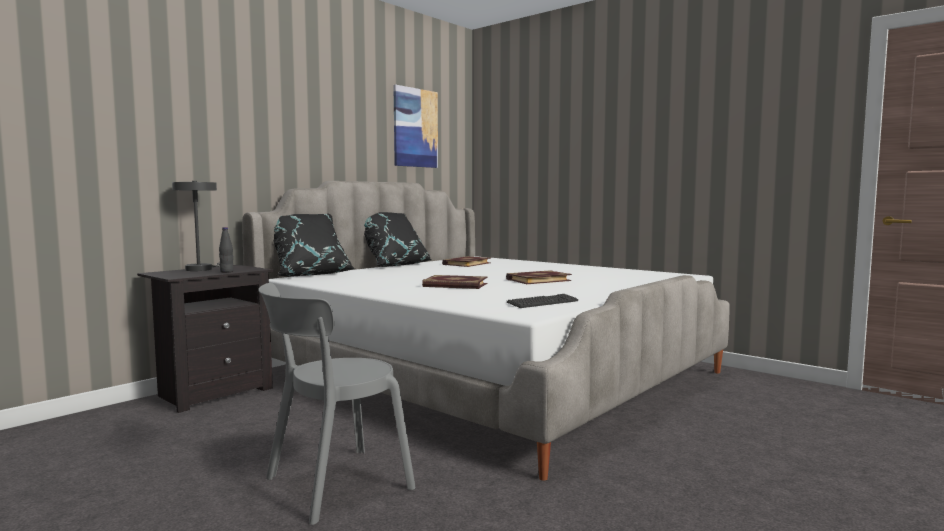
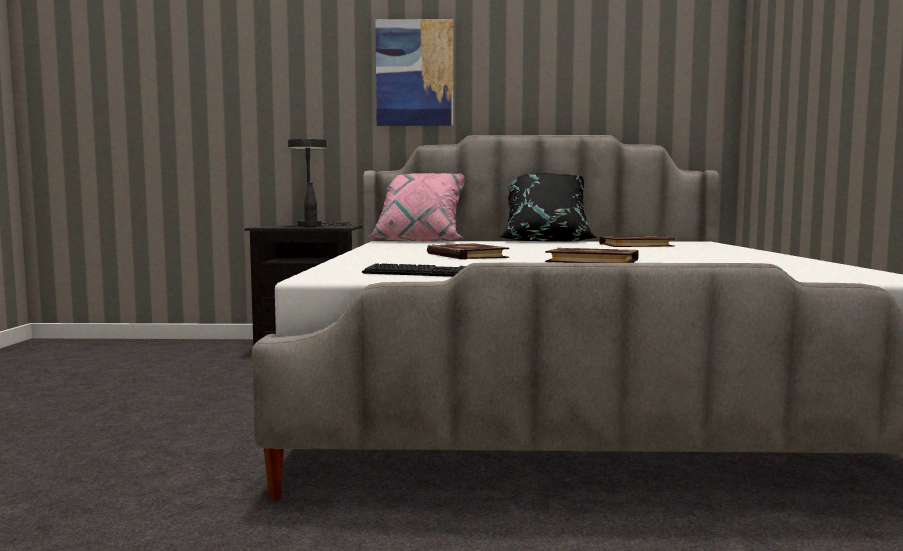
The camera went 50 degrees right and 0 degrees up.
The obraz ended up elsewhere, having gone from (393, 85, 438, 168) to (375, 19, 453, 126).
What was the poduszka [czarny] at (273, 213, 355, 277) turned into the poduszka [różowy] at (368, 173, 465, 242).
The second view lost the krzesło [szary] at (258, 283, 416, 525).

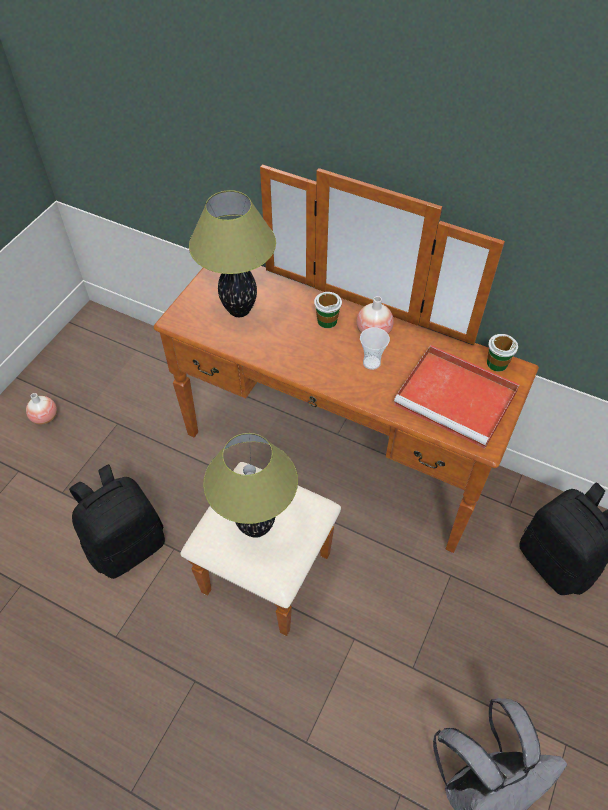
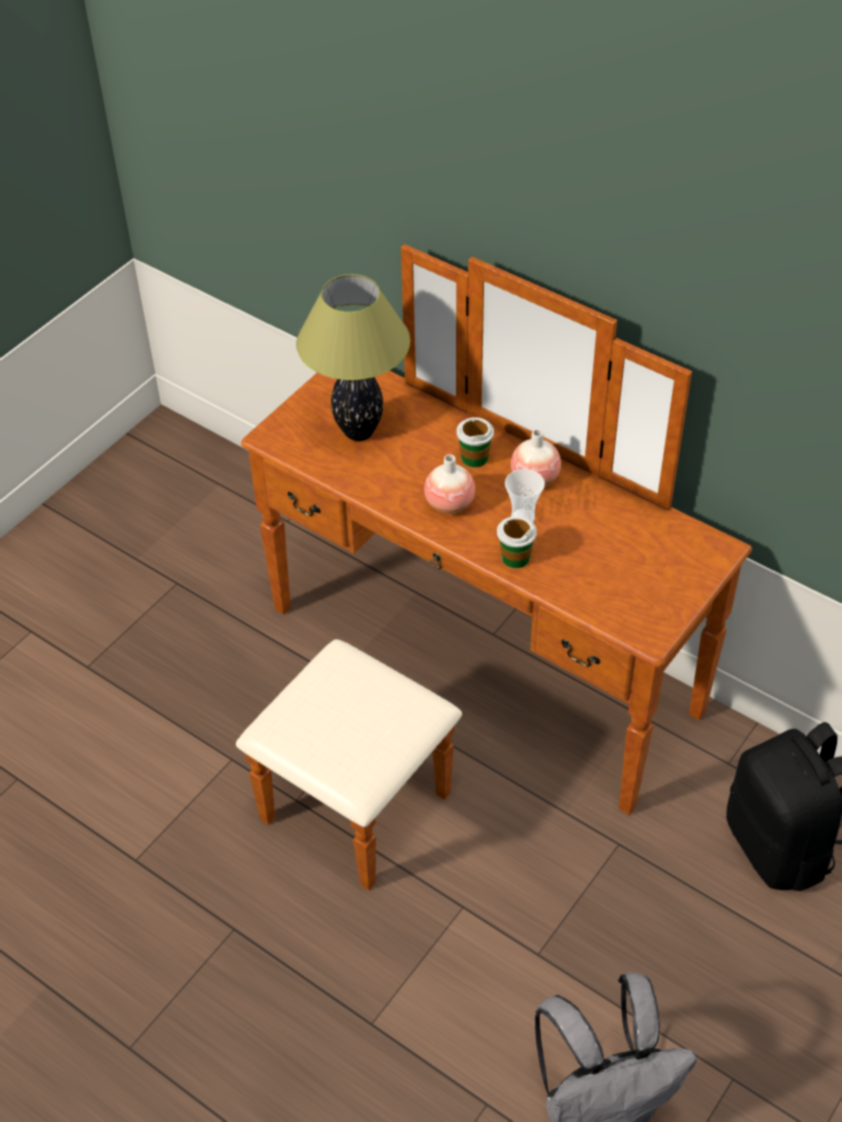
The camera went 10 degrees right and 5 degrees down.
The filiżanka ended up elsewhere, having gone from (487, 334, 518, 372) to (497, 516, 537, 568).
The second view lost the taca [czerwony] at (394, 345, 520, 449).
The wazon ended up elsewhere, having gone from (26, 393, 57, 425) to (424, 454, 475, 514).
The second view lost the lampa stołowa at (203, 433, 298, 538).
The second view lost the plecak [czarny] at (69, 464, 165, 579).

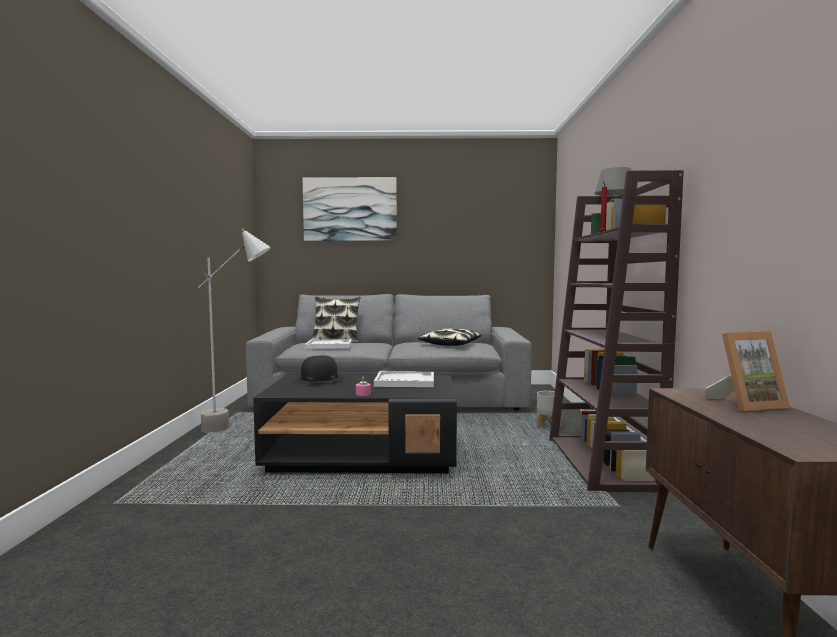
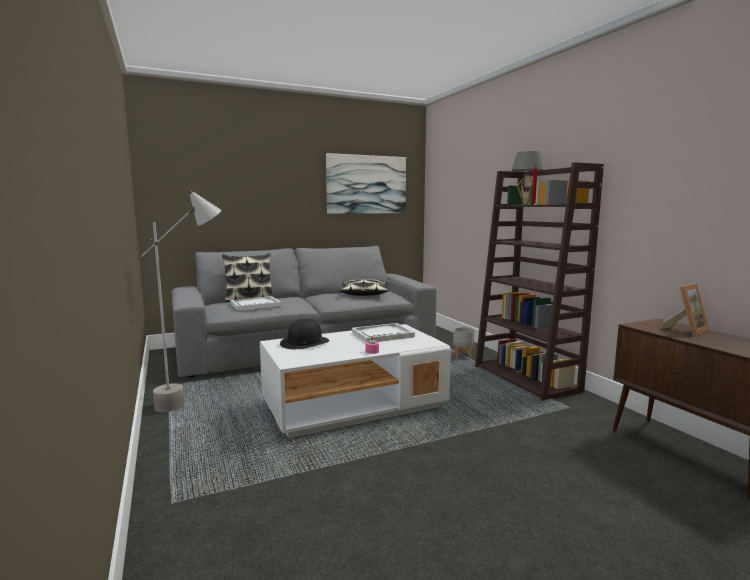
The camera went 25 degrees left and 5 degrees up.
The obraz ended up elsewhere, having gone from (303, 177, 397, 241) to (326, 153, 406, 214).
What was the ława [czarny] at (253, 375, 457, 474) turned into the ława [biały] at (260, 324, 451, 438).

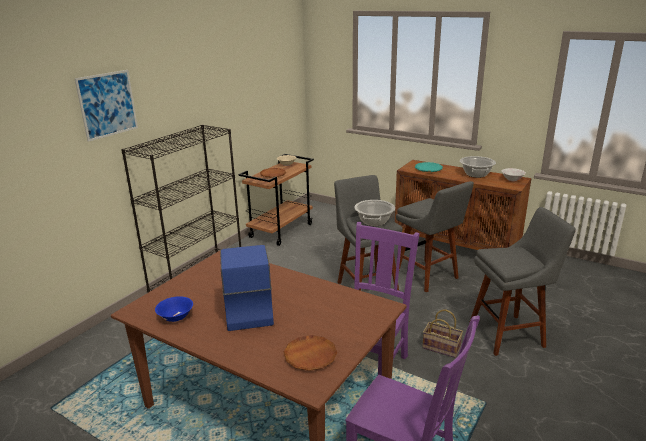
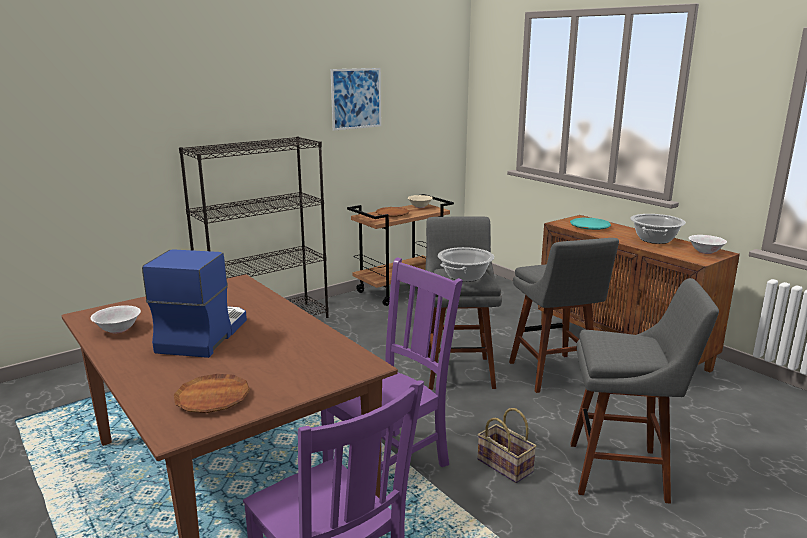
The camera went 20 degrees right and 5 degrees down.
The obraz ended up elsewhere, having gone from (74, 70, 138, 142) to (331, 68, 381, 131).
What was the miska [niebieski] at (155, 296, 193, 322) turned into the miska [biały] at (91, 305, 141, 333).

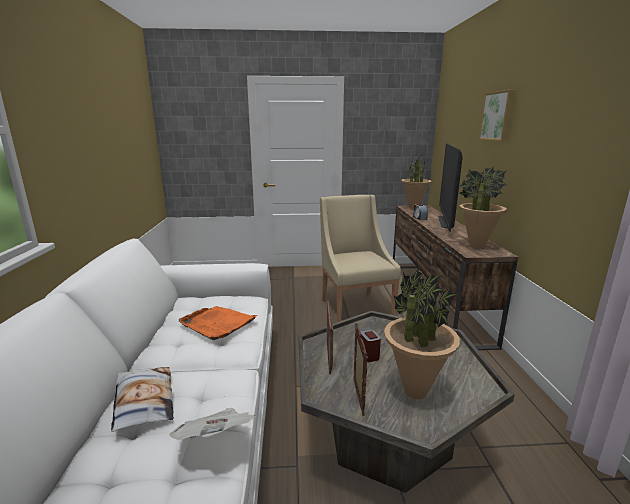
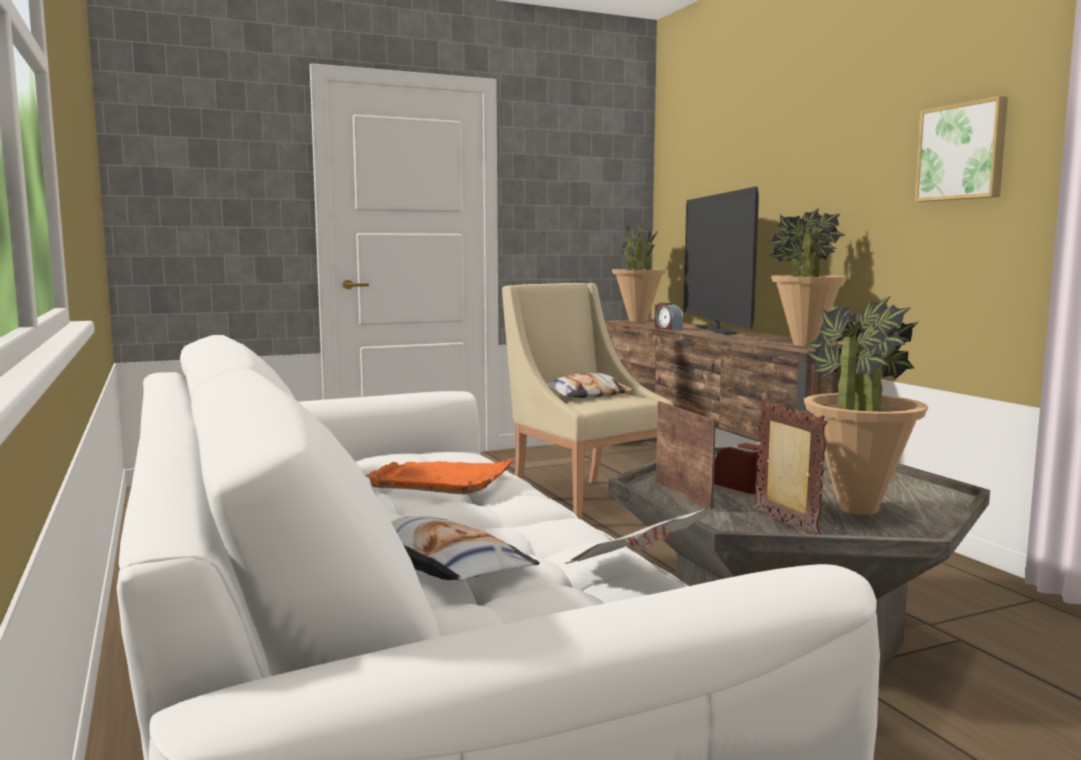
The camera went 20 degrees left and 10 degrees down.
The obraz ended up elsewhere, having gone from (479, 90, 515, 141) to (915, 96, 1008, 202).
The second view gained the poduszka at (546, 373, 634, 398).

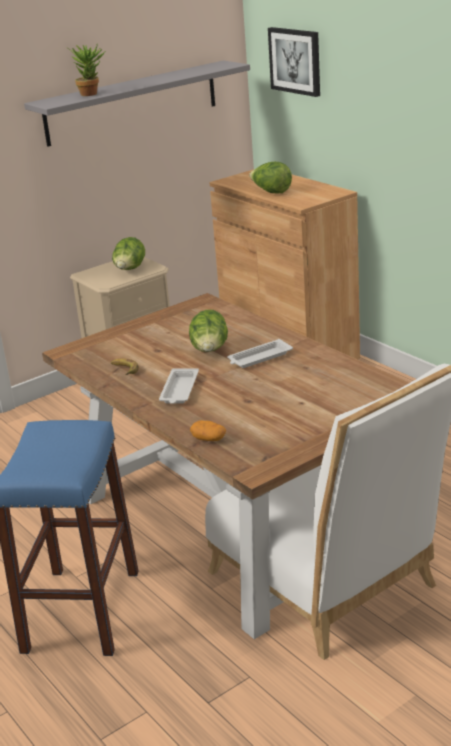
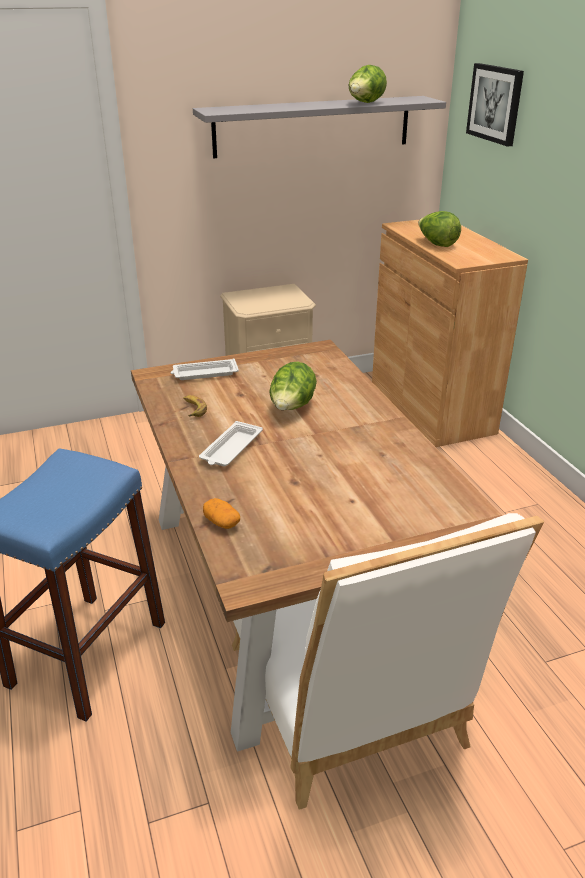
The camera went 15 degrees right and 5 degrees up.
The second view lost the roślina doniczkowa at (68, 43, 105, 96).
The sałata ended up elsewhere, having gone from (112, 237, 145, 270) to (348, 65, 387, 103).
The taca [biały] ended up elsewhere, having gone from (227, 339, 293, 368) to (171, 358, 239, 380).

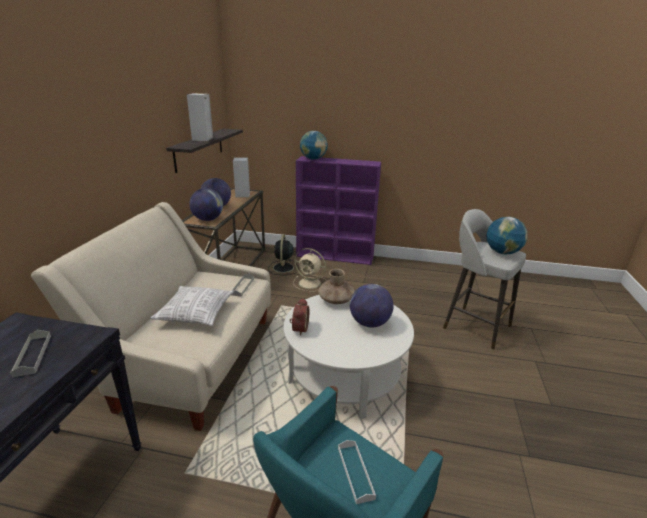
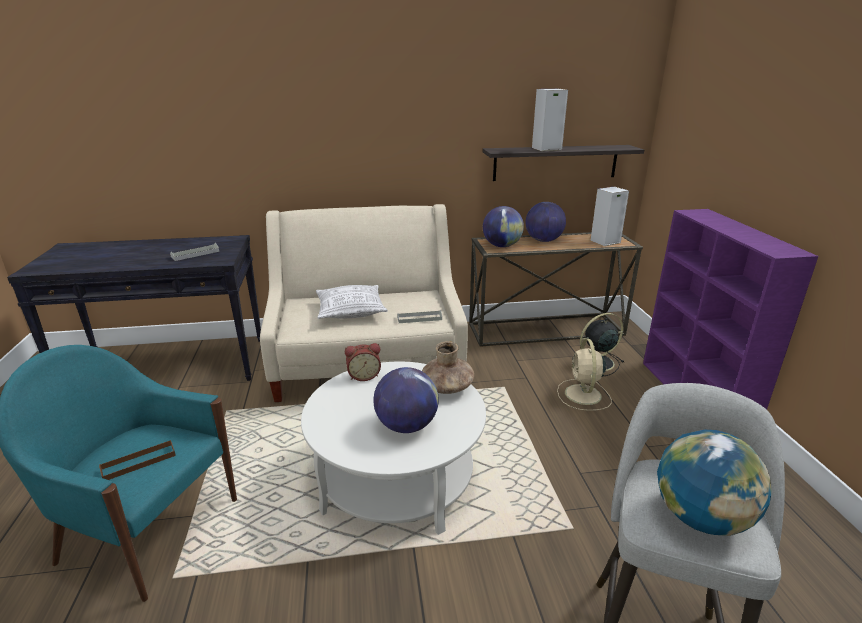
The camera went 70 degrees right and 0 degrees up.
The second view lost the globus at (300, 131, 328, 160).
What was the taca [biały] at (338, 440, 376, 504) turned into the taca [brązowy] at (99, 440, 176, 480).

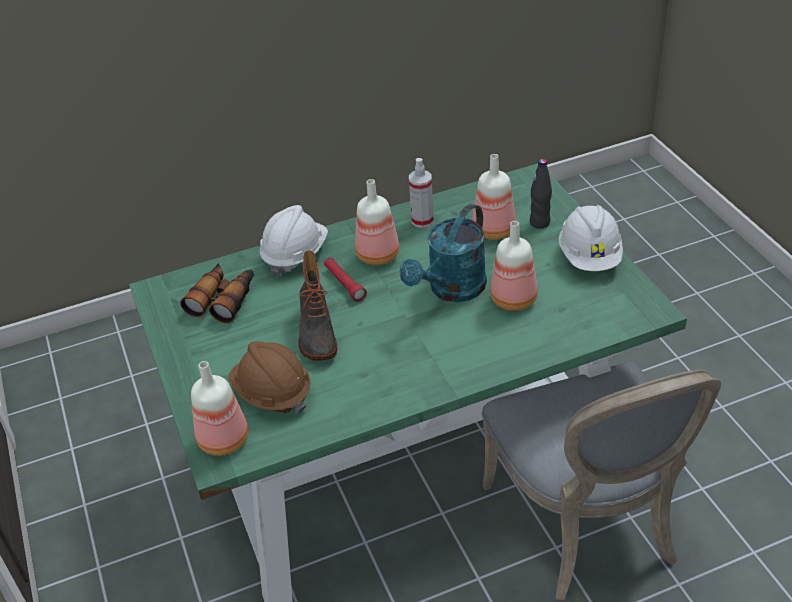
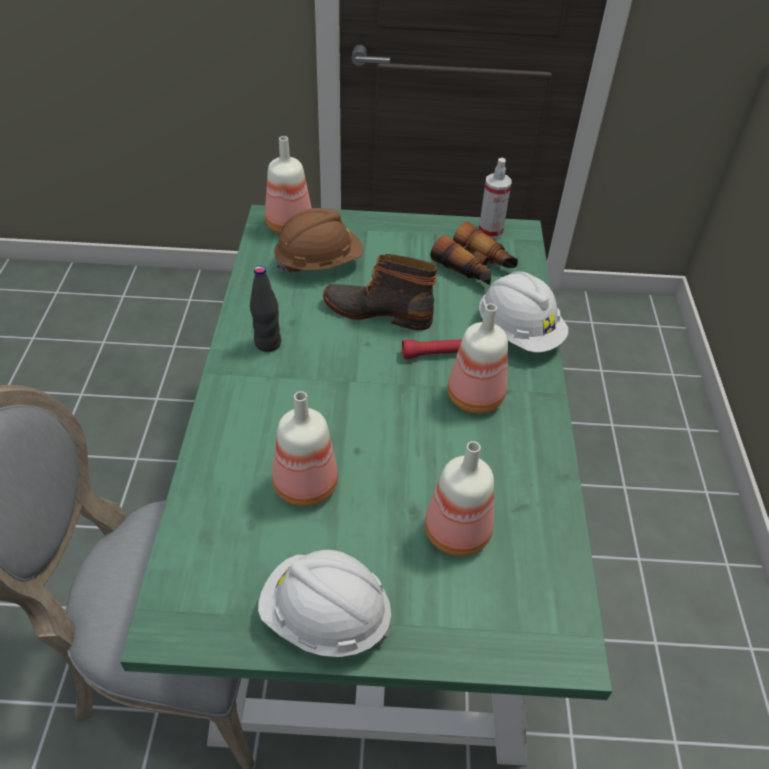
The camera went 110 degrees right and 5 degrees up.
The spryskiwacz ended up elsewhere, having gone from (409, 158, 434, 228) to (479, 158, 512, 239).
The butelka [czarny] ended up elsewhere, having gone from (530, 159, 552, 229) to (250, 266, 281, 352).
The second view lost the konewka [turkusowy] at (400, 204, 487, 302).

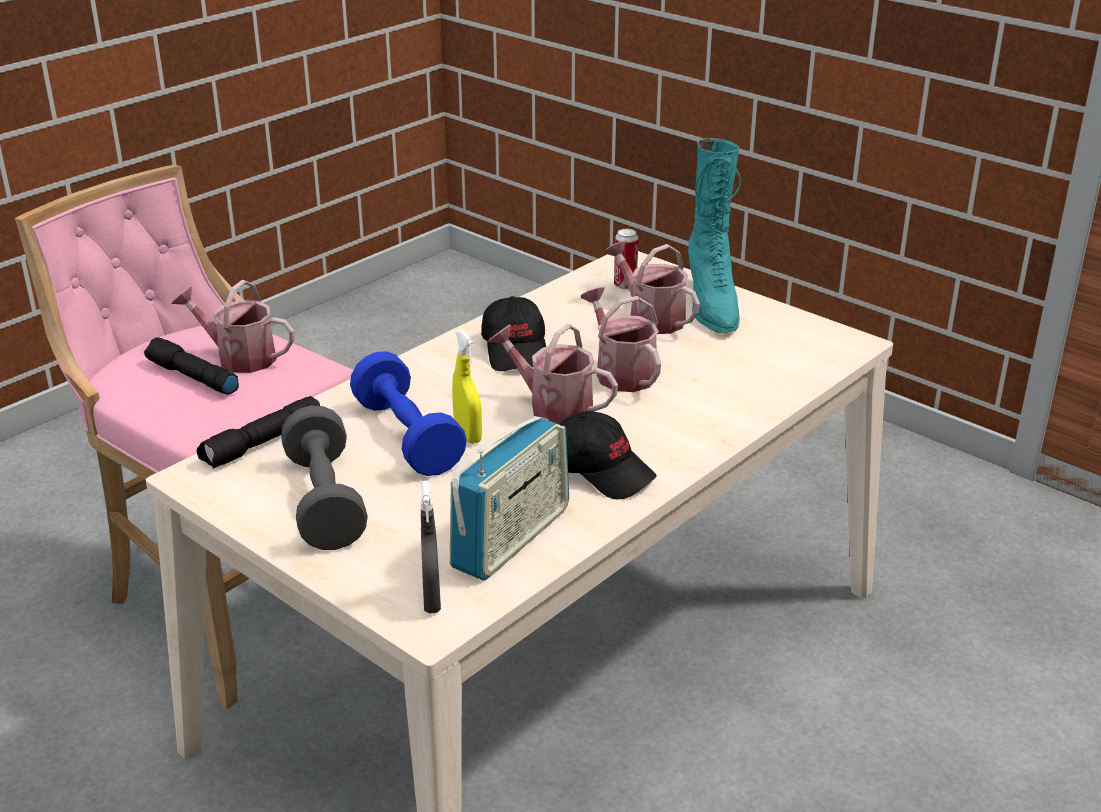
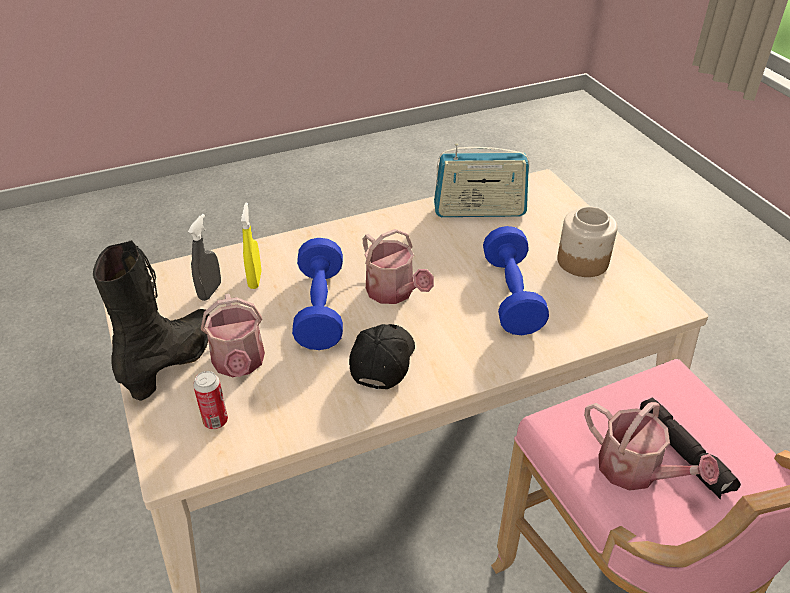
The camera went 155 degrees left and 10 degrees up.
What was the but z cholewką [turkusowy] at (688, 138, 741, 334) turned into the but z cholewką [czarny] at (93, 240, 209, 401).
Where the konewka stood at (581, 287, 661, 392), the hantel [niebieski] came to stand at (292, 238, 343, 350).
The spryskiwacz [żółty] ended up elsewhere, having gone from (452, 330, 482, 444) to (241, 202, 261, 289).
The second view lost the latarka [czarny] at (197, 396, 320, 468).
Where the hantel [szary] stood at (281, 406, 368, 550), the słoik came to stand at (557, 207, 618, 277).
The second view lost the czapka z daszkiem [czarny] at (559, 411, 657, 499).
The radio at (450, 416, 569, 580) ended up facing another way, 150 degrees counterclockwise from before.
The spryskiwacz [szary] ended up elsewhere, having gone from (420, 481, 441, 613) to (188, 214, 221, 301).

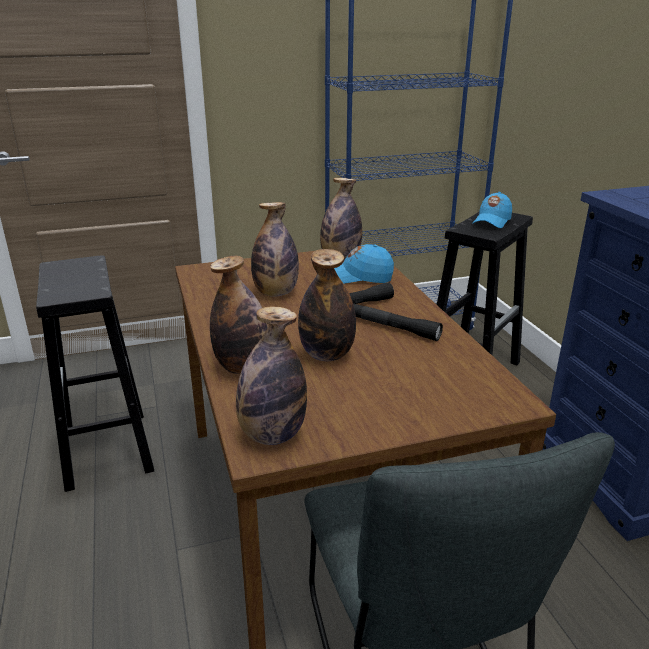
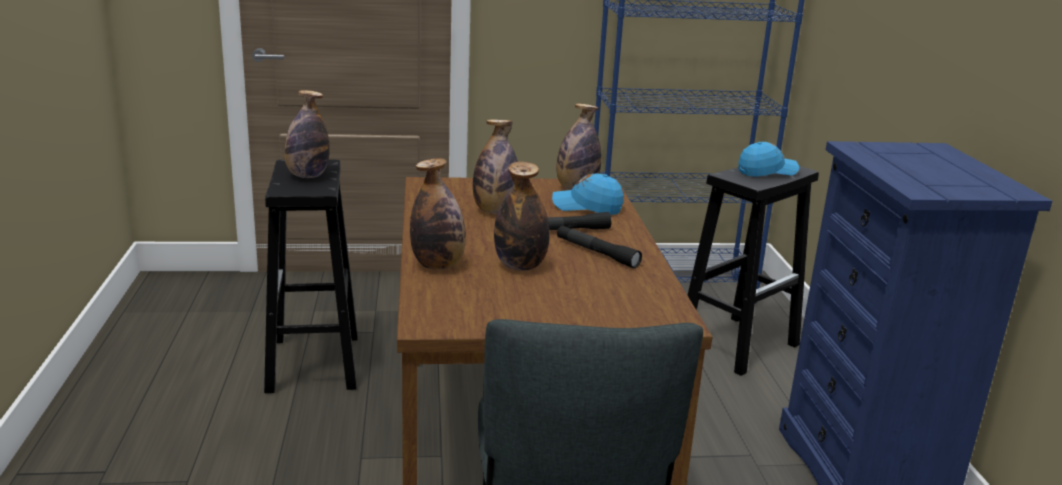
The camera went 10 degrees right and 5 degrees down.
The czapka z daszkiem [niebieski] at (473, 192, 512, 228) ended up facing another way, 150 degrees counterclockwise from before.
The butelka ended up elsewhere, having gone from (236, 306, 307, 445) to (284, 90, 329, 178).

